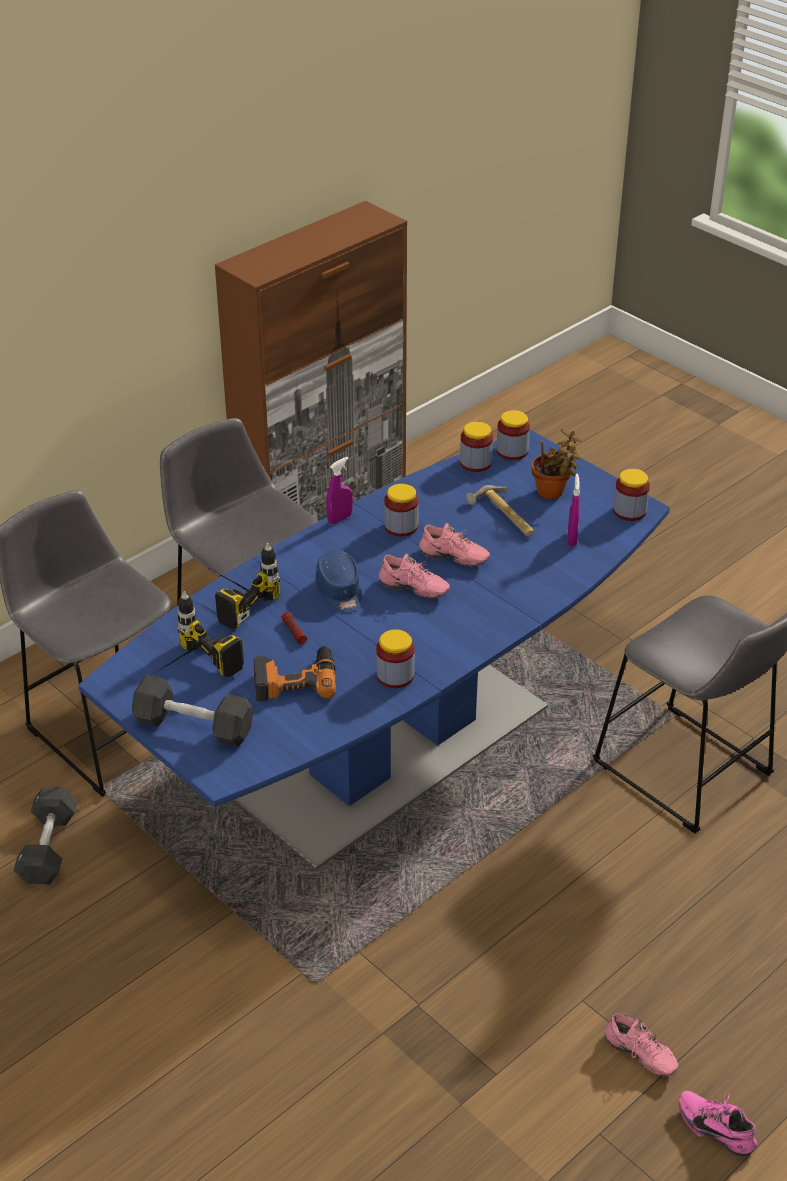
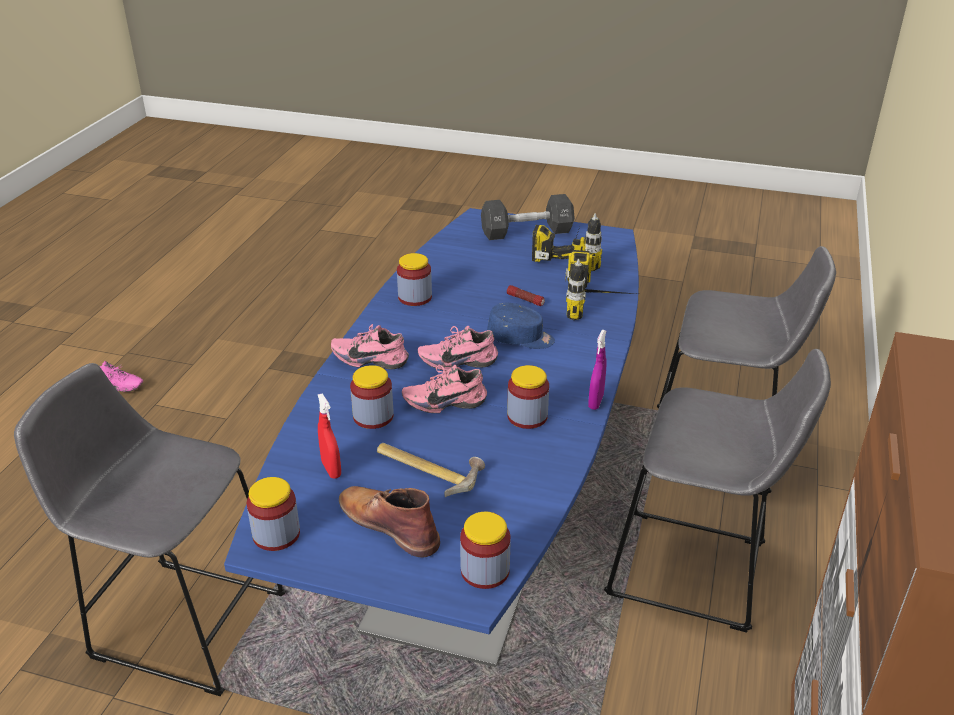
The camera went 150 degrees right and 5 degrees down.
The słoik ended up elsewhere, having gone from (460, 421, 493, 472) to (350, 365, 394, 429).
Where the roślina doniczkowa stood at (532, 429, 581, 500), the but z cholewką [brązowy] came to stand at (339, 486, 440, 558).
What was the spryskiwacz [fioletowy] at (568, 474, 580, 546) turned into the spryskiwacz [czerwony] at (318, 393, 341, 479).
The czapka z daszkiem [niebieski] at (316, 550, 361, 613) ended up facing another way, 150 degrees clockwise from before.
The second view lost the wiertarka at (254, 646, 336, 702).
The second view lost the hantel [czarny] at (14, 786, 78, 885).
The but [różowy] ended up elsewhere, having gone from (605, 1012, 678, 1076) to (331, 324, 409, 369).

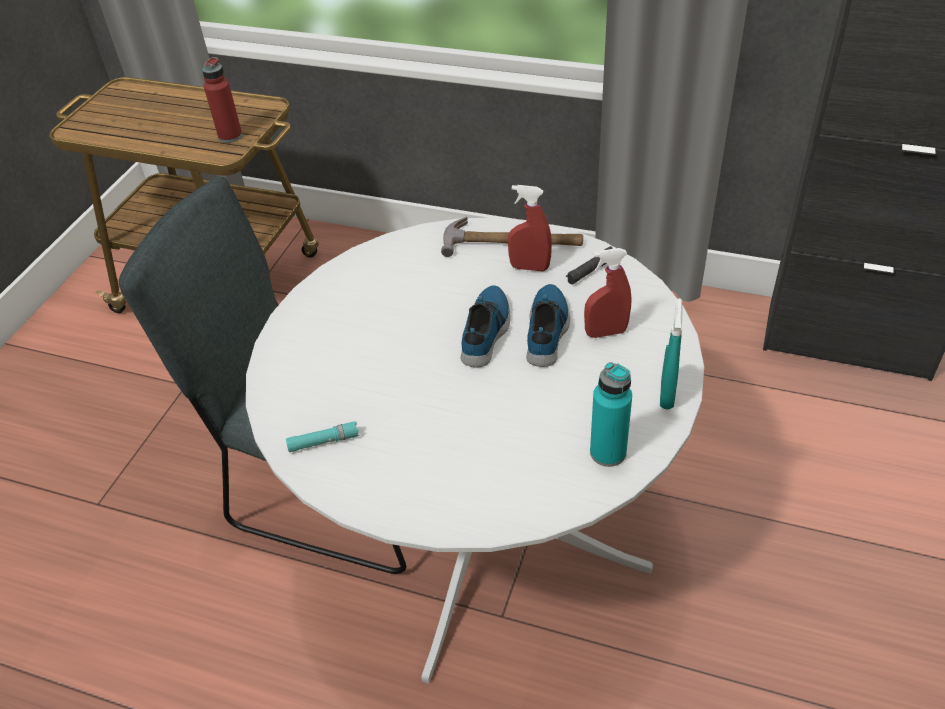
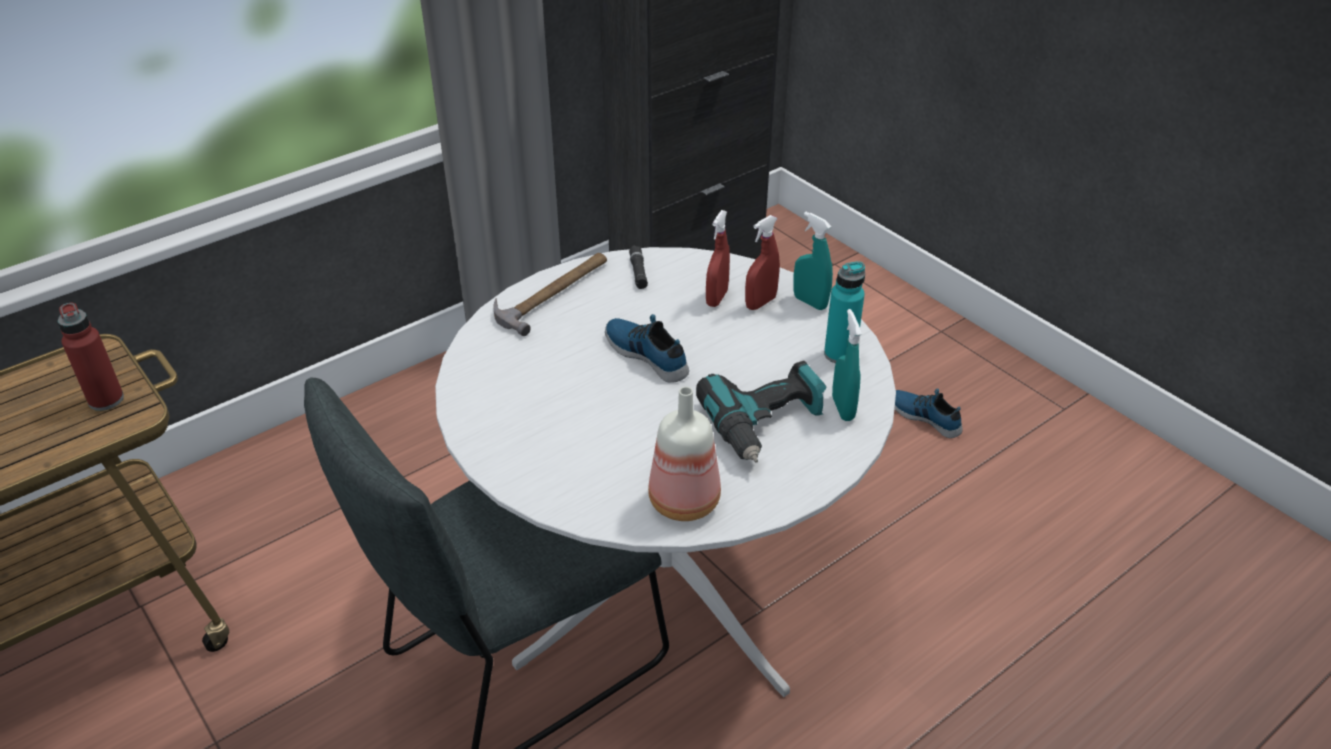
The camera went 60 degrees left and 5 degrees down.
The spryskiwacz [czerwony] ended up elsewhere, having gone from (508, 185, 552, 271) to (745, 215, 780, 310).
The but ended up elsewhere, having gone from (526, 284, 570, 367) to (895, 388, 962, 438).
Where the latarka [turkusowy] stood at (286, 421, 360, 452), the butelka came to stand at (648, 387, 721, 521).
The second view gained the spryskiwacz [turkusowy] at (832, 309, 862, 421).
The second view gained the wiertarka at (696, 360, 827, 463).

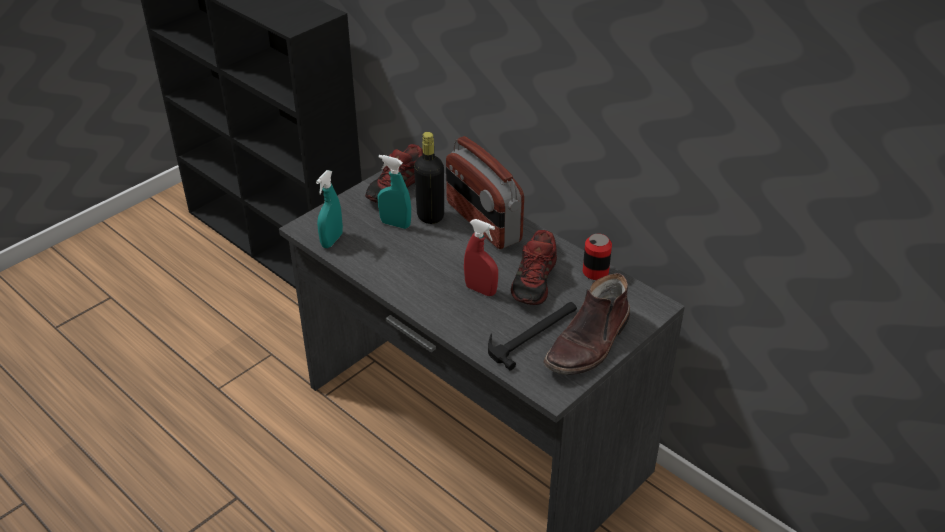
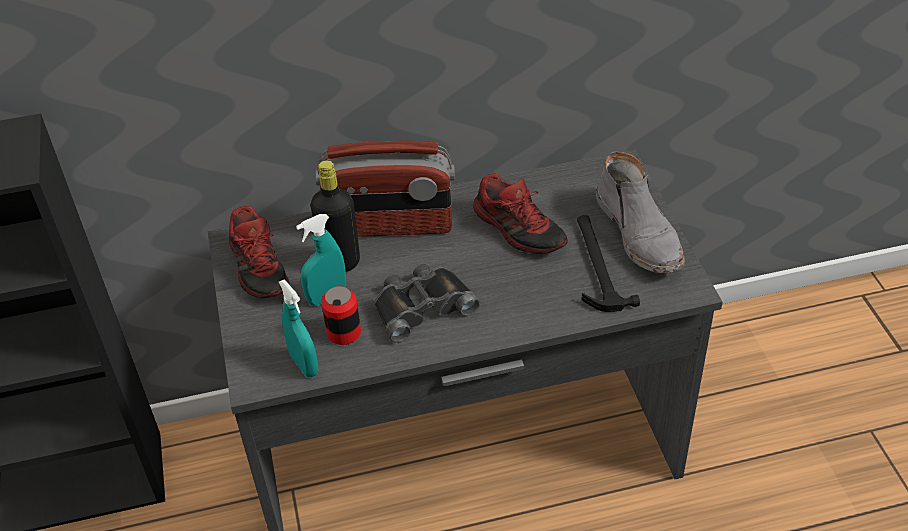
The camera went 55 degrees left and 5 degrees up.
The second view lost the spryskiwacz [czerwony] at (464, 219, 498, 296).
The puszka ended up elsewhere, having gone from (583, 234, 612, 280) to (321, 286, 361, 345).
What was the but z cholewką [brązowy] at (543, 273, 630, 375) turned into the but z cholewką [szary] at (596, 151, 685, 273).
The second view gained the lornetka [czarny] at (374, 264, 480, 342).

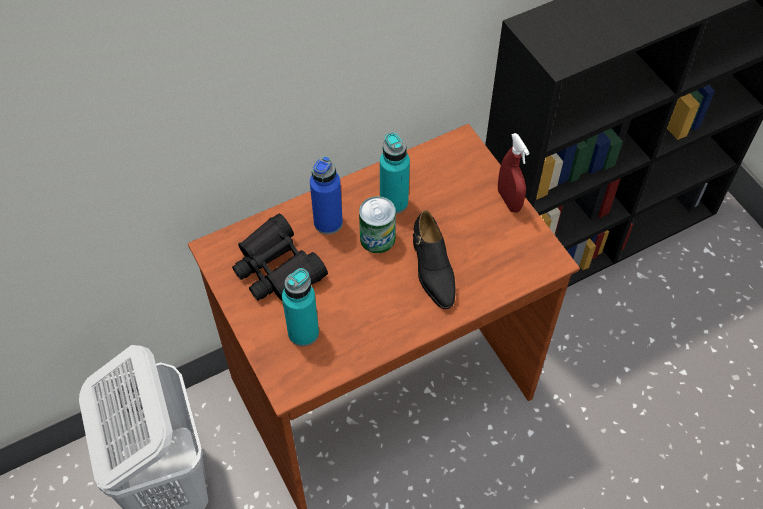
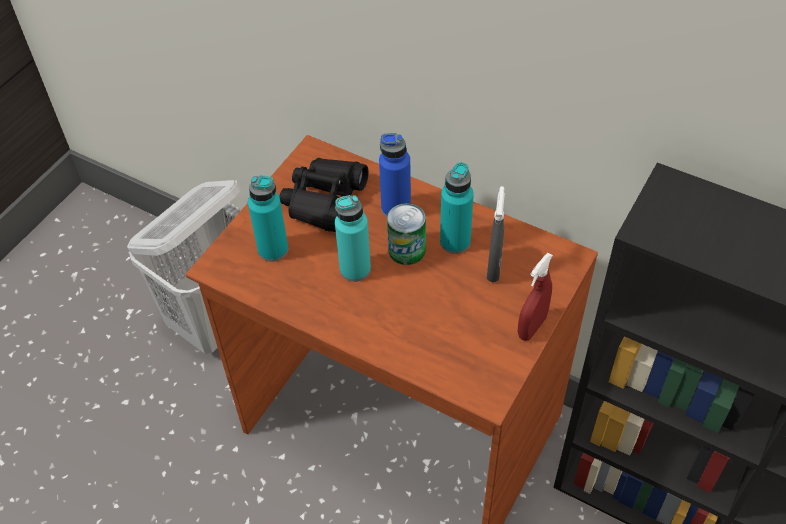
The camera went 60 degrees right and 5 degrees down.
The second view lost the but [czarny] at (413, 210, 456, 309).
The second view gained the spryskiwacz [szary] at (487, 186, 505, 282).
The second view gained the butelka [turkusowy] at (335, 195, 371, 282).

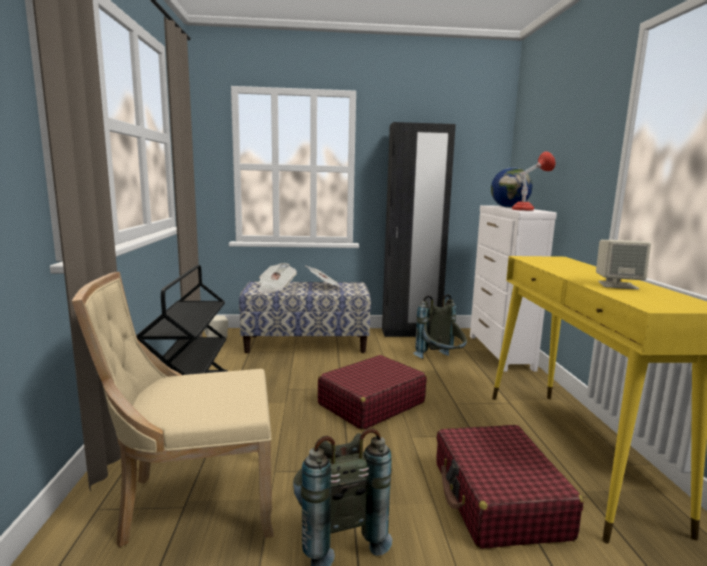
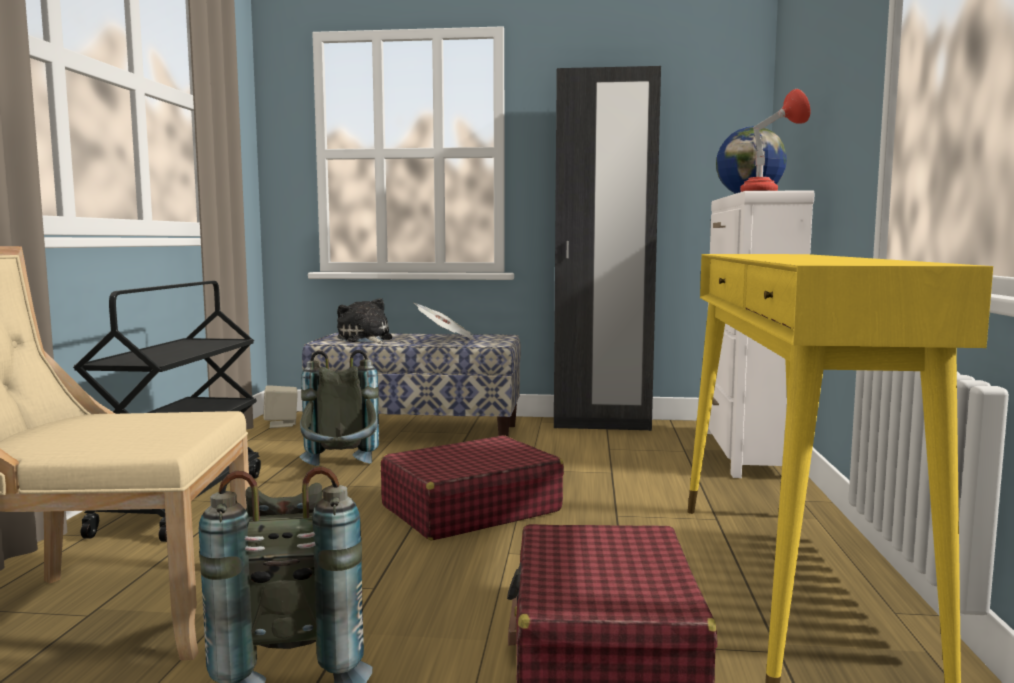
The camera went 10 degrees right and 5 degrees down.
The second view lost the głośnik [beżowy] at (596, 240, 651, 290).
Where the gazeta stood at (258, 263, 297, 293), the pluszak came to stand at (337, 298, 392, 344).
The plecak [szary] ended up elsewhere, having gone from (413, 294, 467, 359) to (300, 350, 379, 466).

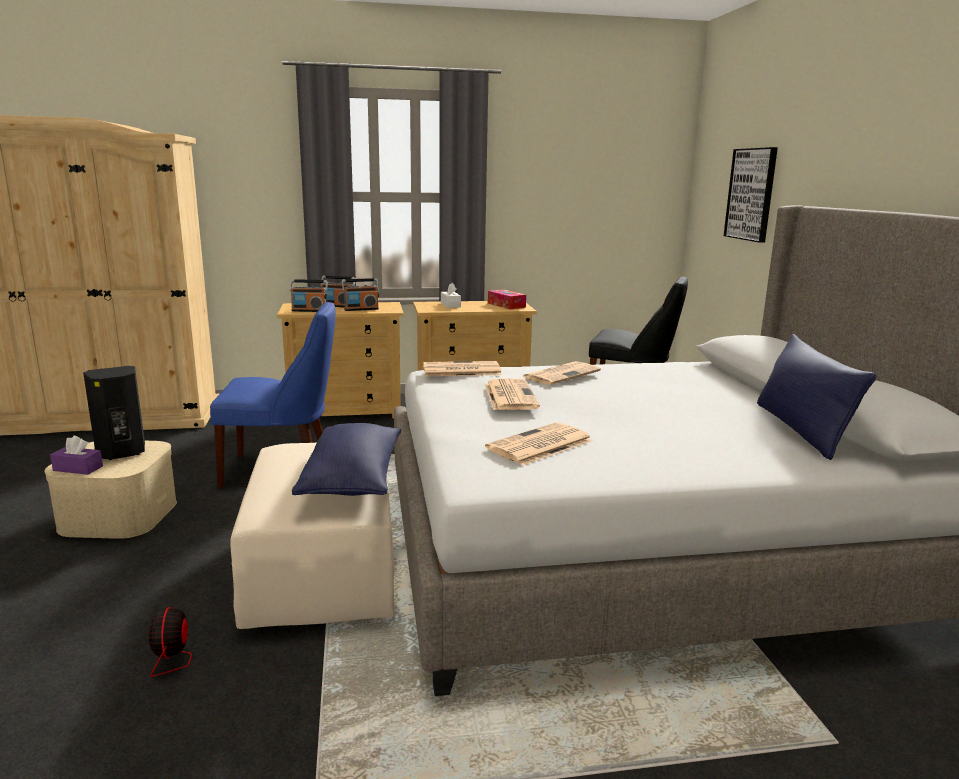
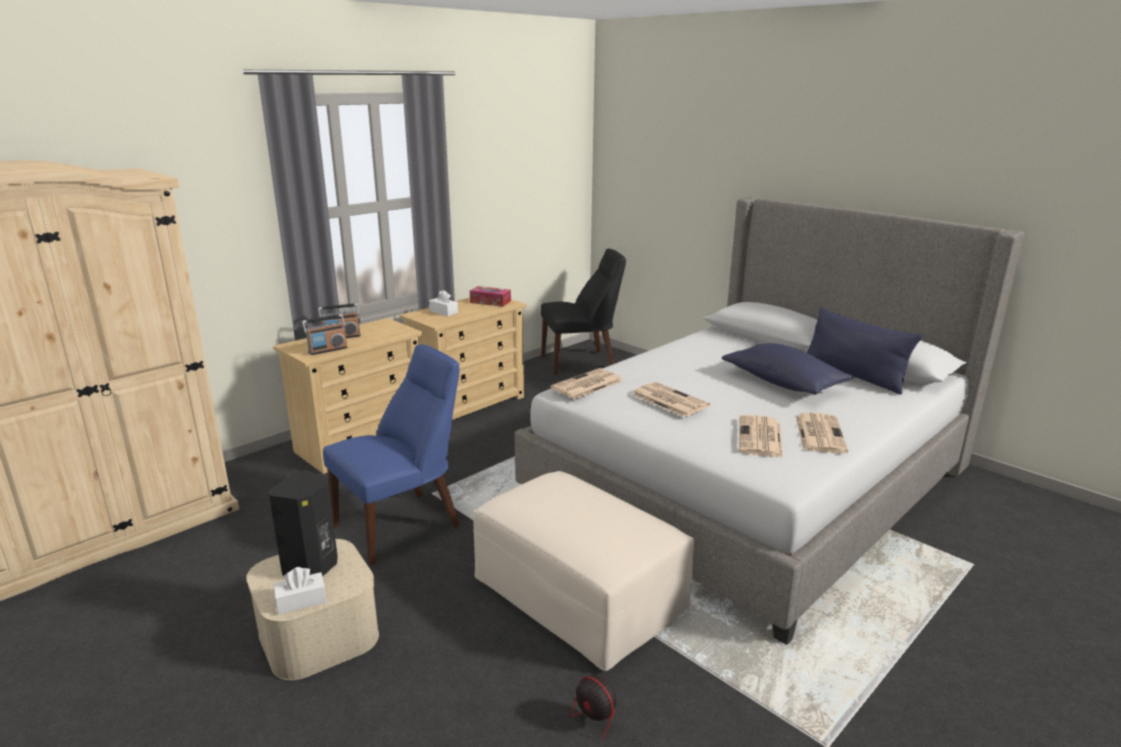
The camera went 35 degrees left and 5 degrees up.
The second view lost the obraz at (724, 147, 778, 243).
The second view lost the radio at (342, 278, 379, 311).
The gazeta ended up elsewhere, having gone from (523, 361, 601, 385) to (796, 413, 848, 453).
The poduszka [niebieski] ended up elsewhere, having gone from (292, 423, 401, 496) to (722, 343, 854, 395).
What was the pudełko chusteczek [fioletowy] at (50, 436, 103, 475) turned into the pudełko chusteczek [biały] at (274, 567, 327, 615).

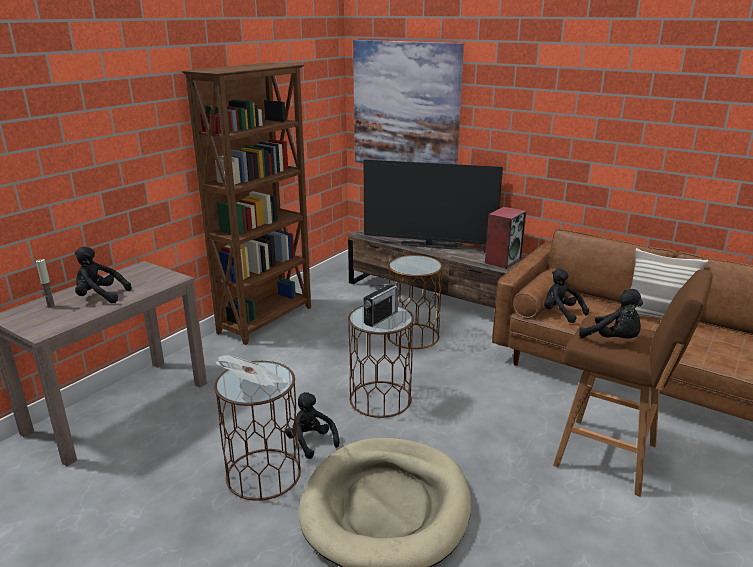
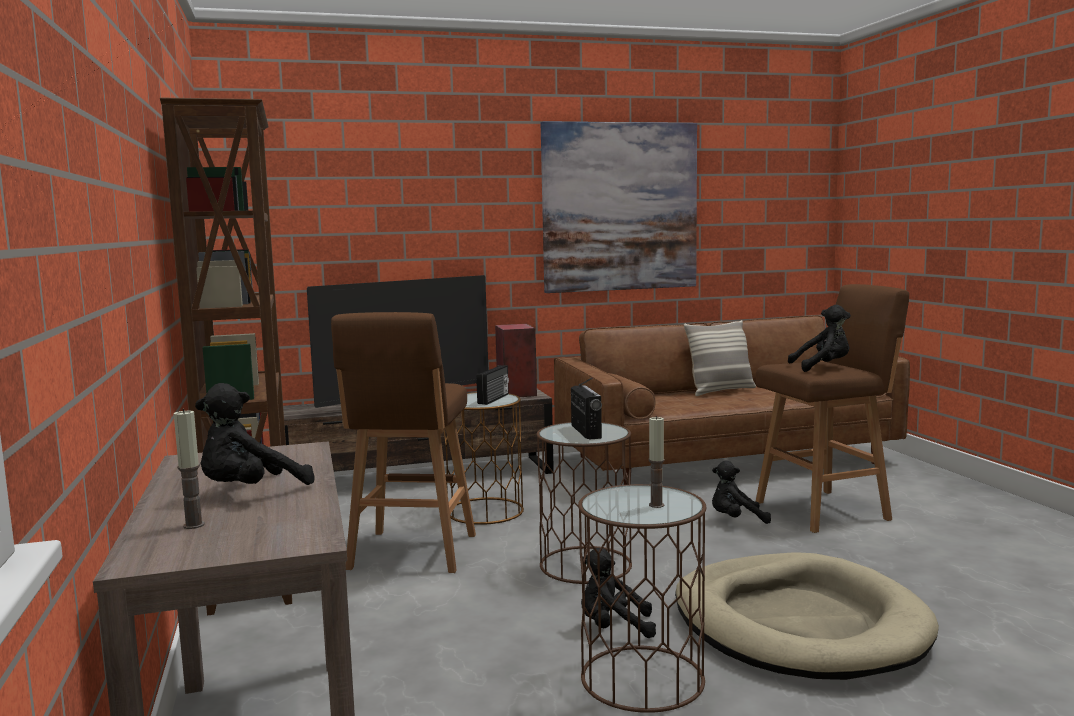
The camera went 50 degrees left and 15 degrees down.
The obraz ended up elsewhere, having gone from (353, 40, 464, 164) to (541, 121, 697, 293).
The pluszak [czarny] ended up elsewhere, having gone from (544, 269, 589, 323) to (712, 461, 771, 524).
Where the gazeta stood at (215, 355, 287, 386), the świeca came to stand at (649, 416, 665, 508).
The second view gained the stołek [brązowy] at (331, 312, 476, 573).
The second view gained the radio at (476, 365, 509, 405).

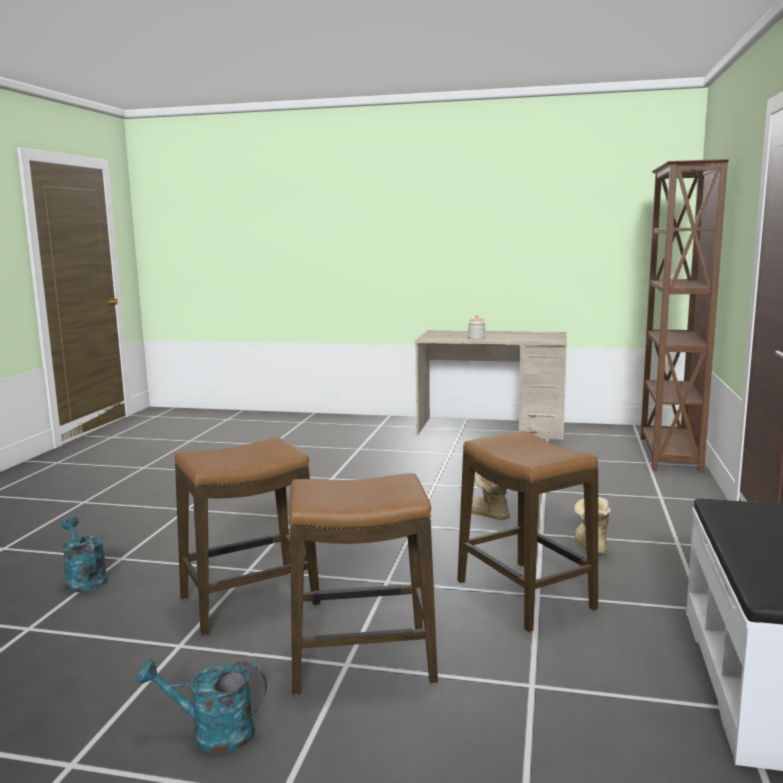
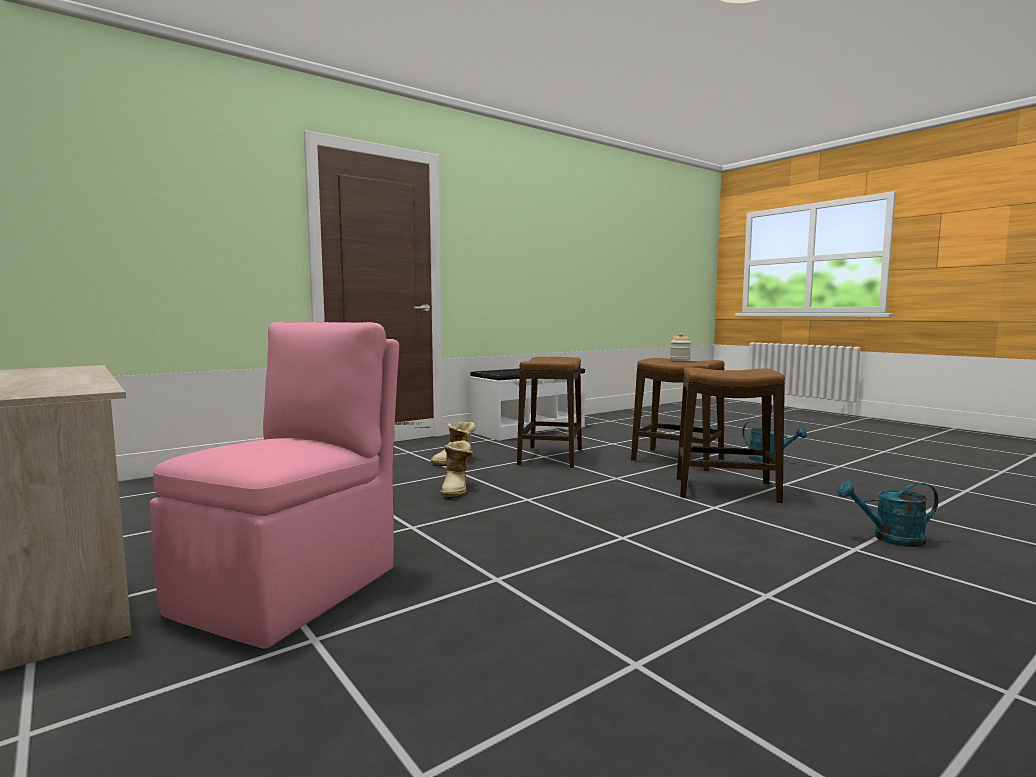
The camera went 140 degrees left and 5 degrees down.
The second view lost the regał [brązowy] at (640, 159, 729, 473).
The słoik ended up elsewhere, having gone from (468, 315, 485, 340) to (670, 333, 691, 361).
The konewka [turkusowy] at (61, 516, 108, 593) ended up facing another way, 90 degrees clockwise from before.
The second view gained the krzesło [różowy] at (150, 321, 399, 649).

